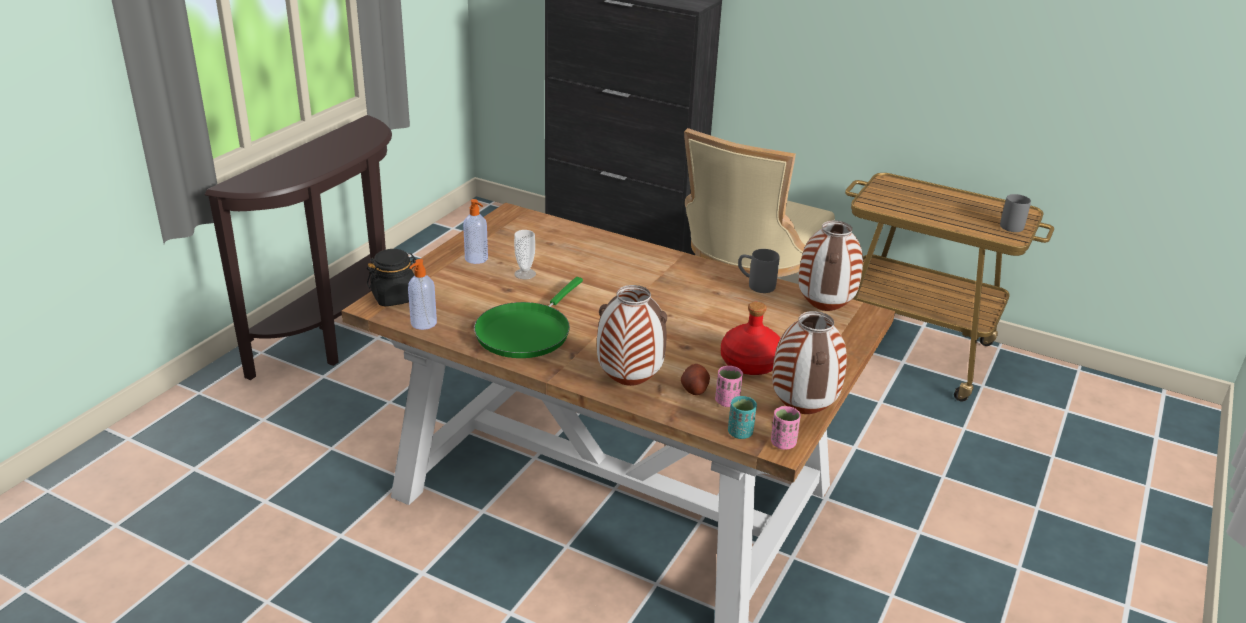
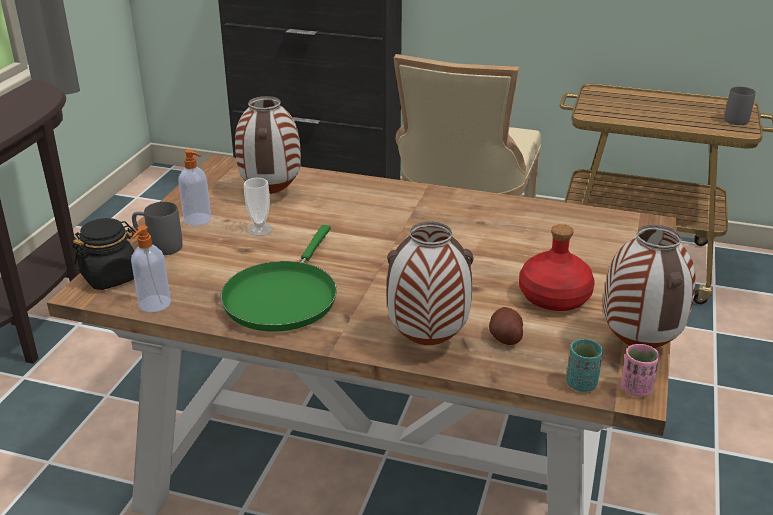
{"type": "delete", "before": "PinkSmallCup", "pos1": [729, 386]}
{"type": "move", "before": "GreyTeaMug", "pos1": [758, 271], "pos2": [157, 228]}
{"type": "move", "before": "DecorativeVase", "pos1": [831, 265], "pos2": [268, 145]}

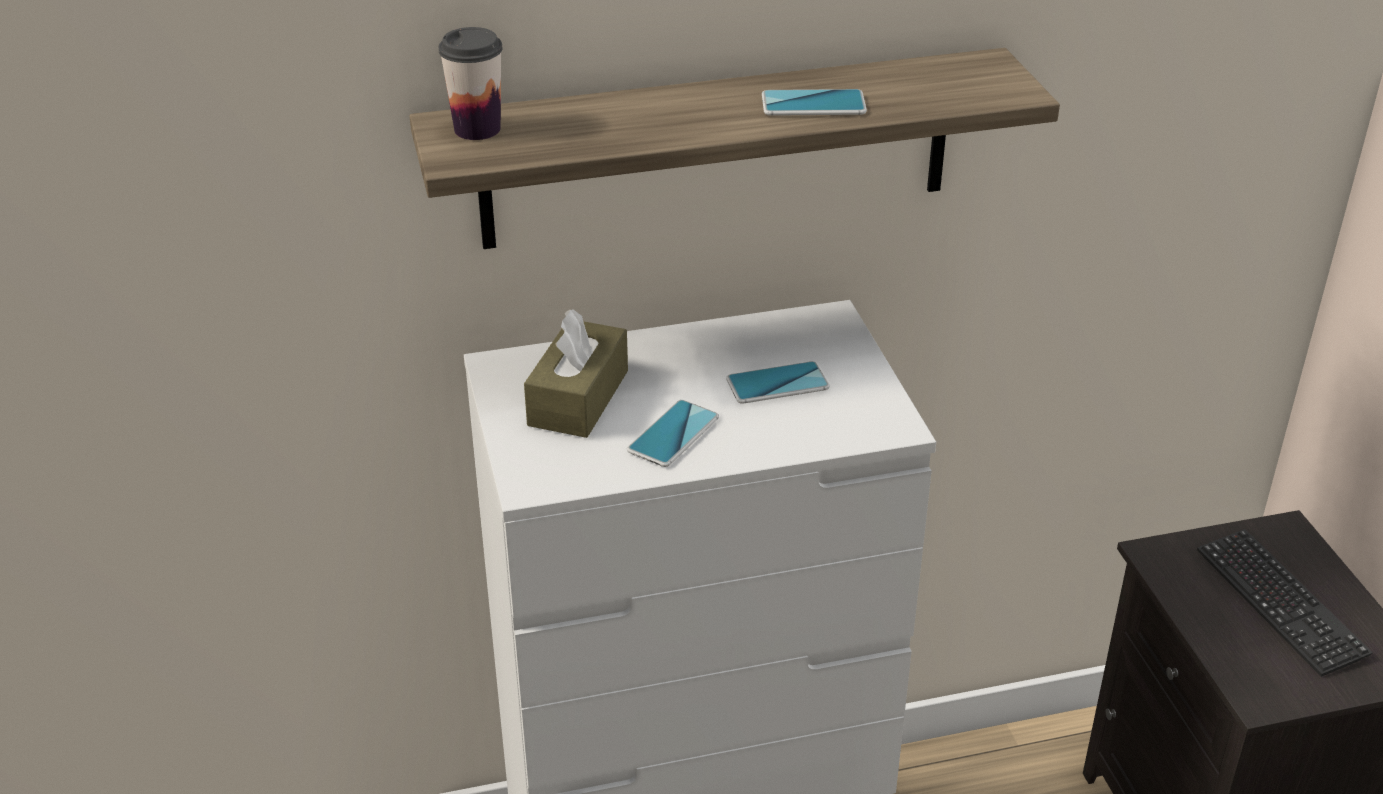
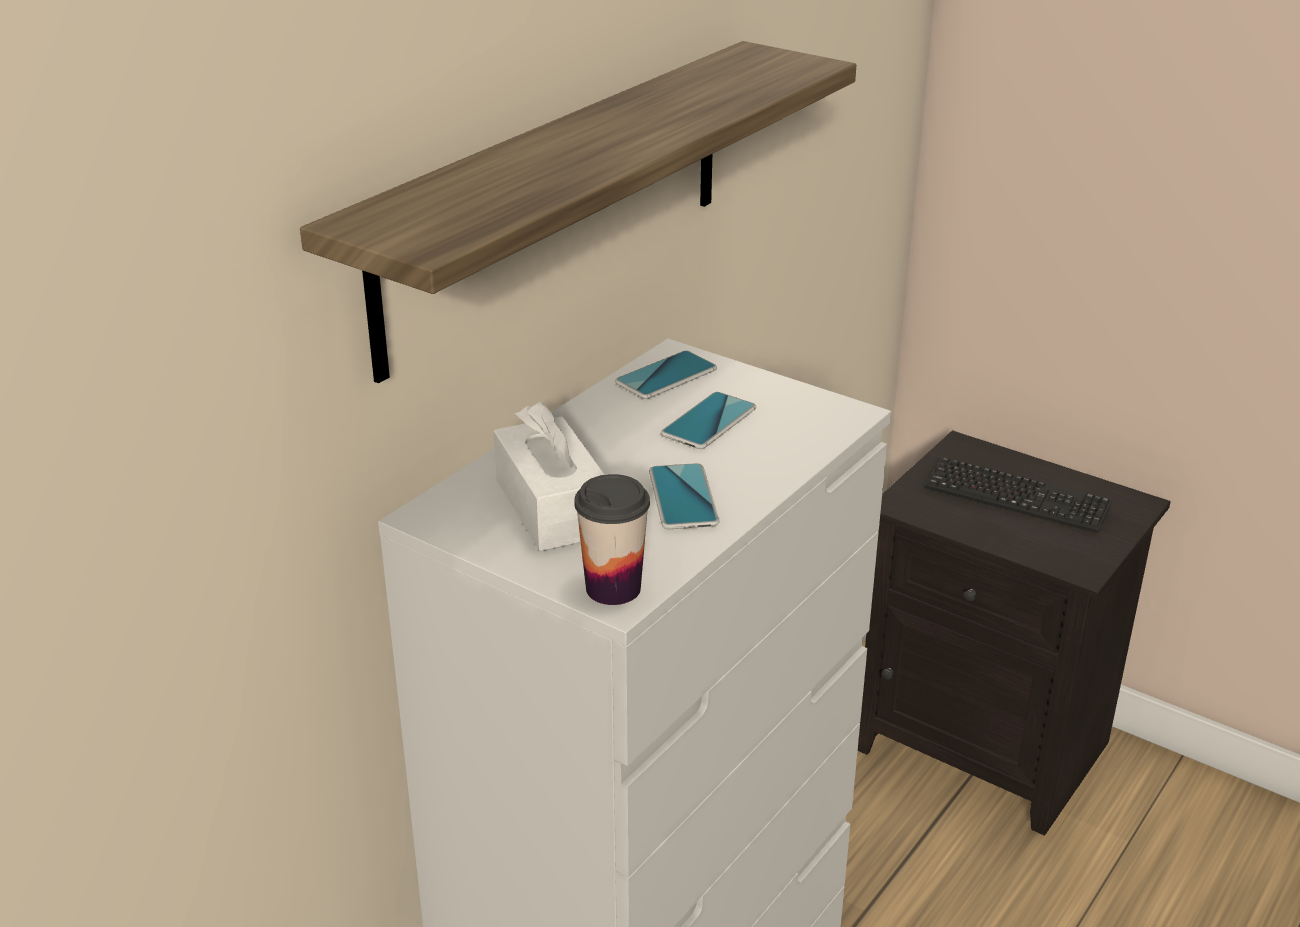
{"type": "move", "before": "SmallCup", "pos1": [471, 83], "pos2": [612, 539]}
{"type": "move", "before": "Phone", "pos1": [814, 102], "pos2": [666, 375]}
{"type": "recolor", "before": "BrownishTissueHolder", "after": "WhiteTissueHolder", "pos1": [576, 373], "pos2": [549, 476]}

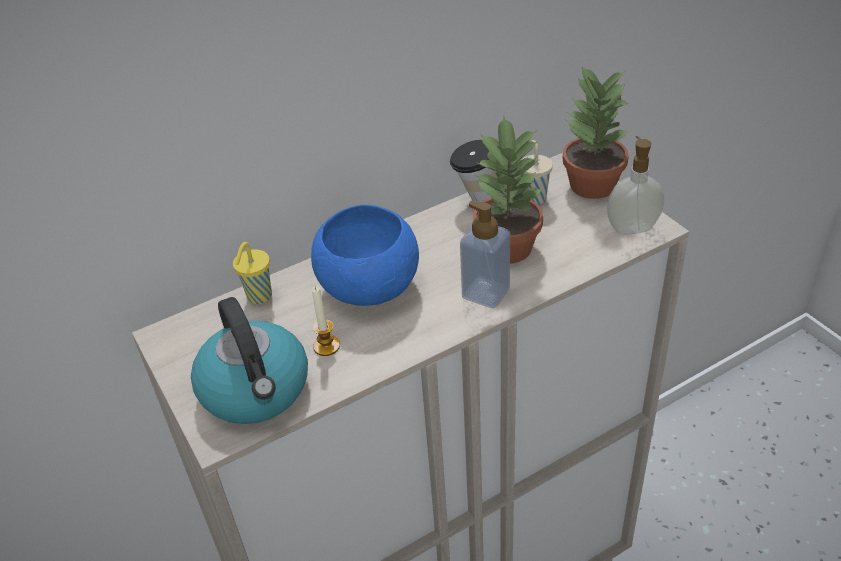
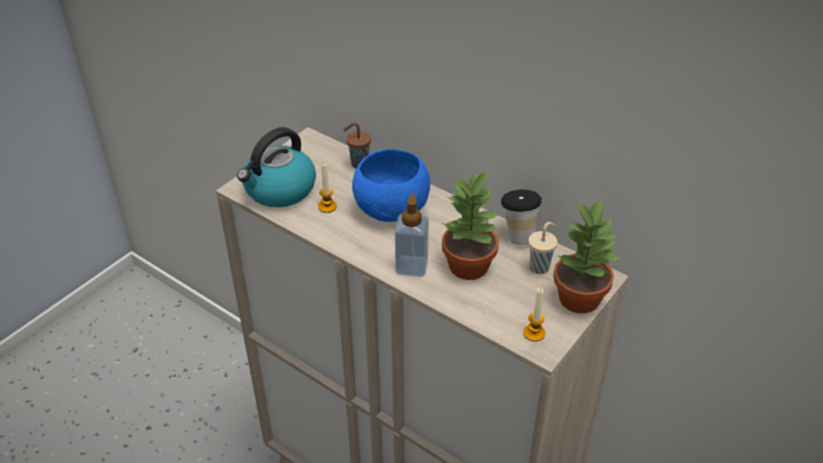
{"type": "replace", "before": "SoapDispenser", "after": "WaxLight", "pos1": [635, 185], "pos2": [534, 315]}
{"type": "recolor", "before": "YellowColouredSmallCup", "after": "BrownishSmallCup", "pos1": [252, 273], "pos2": [357, 146]}

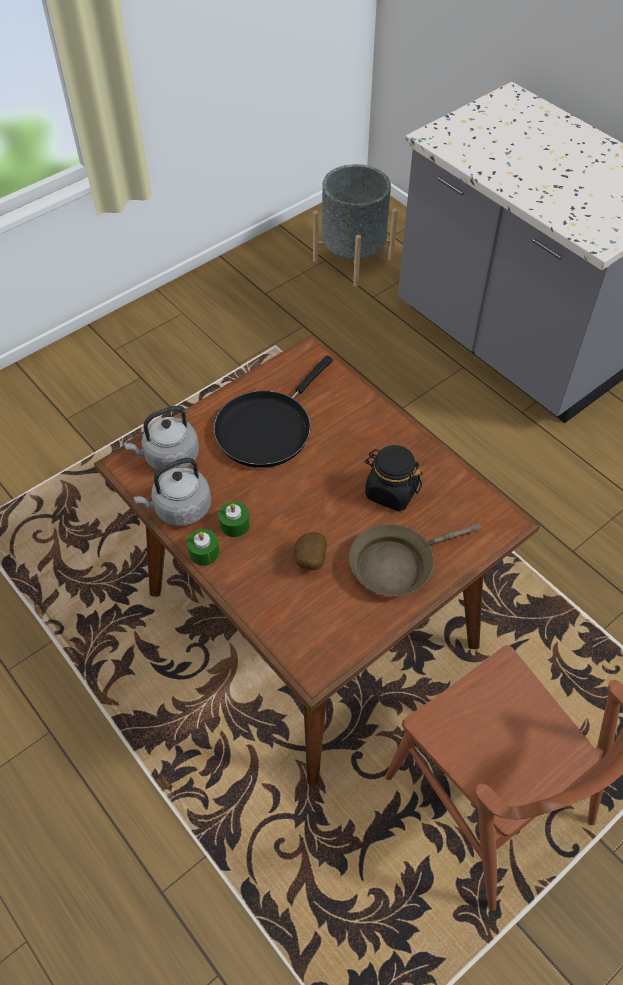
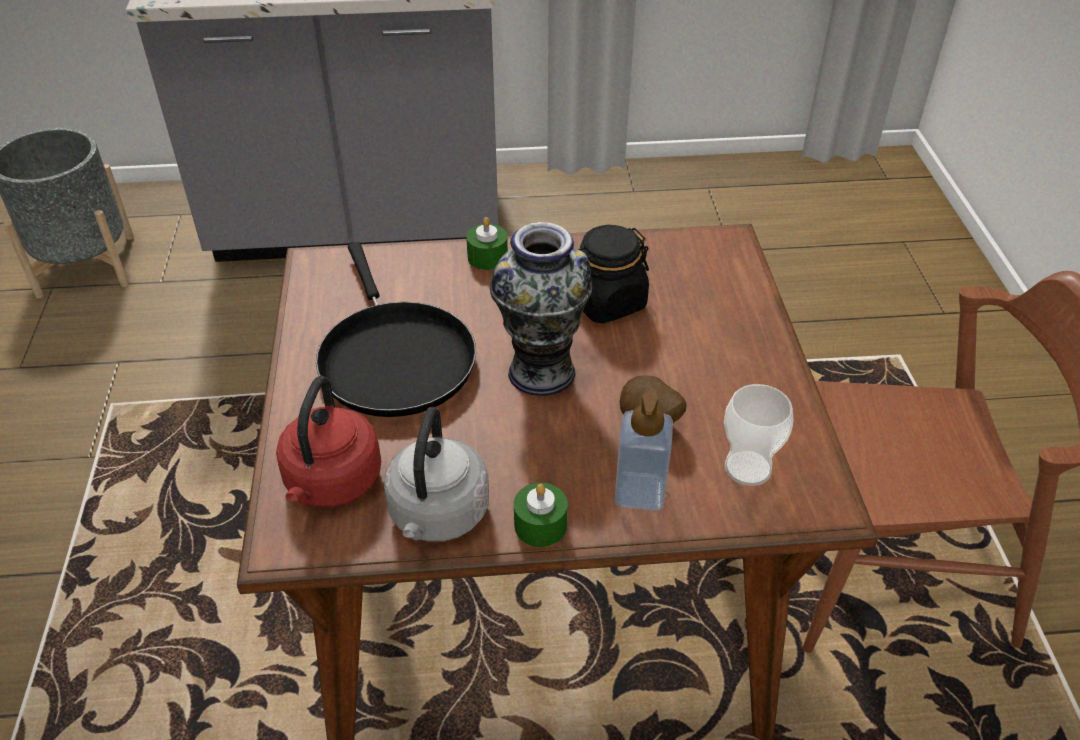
{"type": "delete", "before": "BrownishPan", "pos1": [415, 559]}
{"type": "insert", "after": "DecorativeVase", "pos2": [541, 309]}
{"type": "insert", "after": "SoapDispenser", "pos2": [644, 451]}
{"type": "insert", "after": "SmallCup", "pos2": [758, 435]}
{"type": "move", "before": "GreenishWaxLight", "pos1": [234, 519], "pos2": [487, 243]}
{"type": "recolor", "before": "GreyWaterKettle", "after": "ReddishWaterKettle", "pos1": [161, 439], "pos2": [328, 441]}

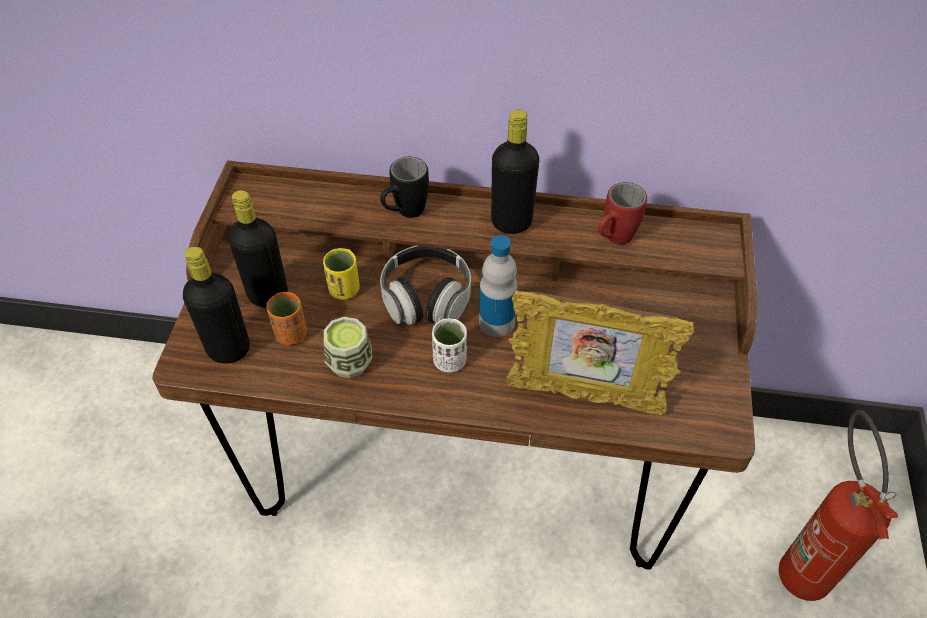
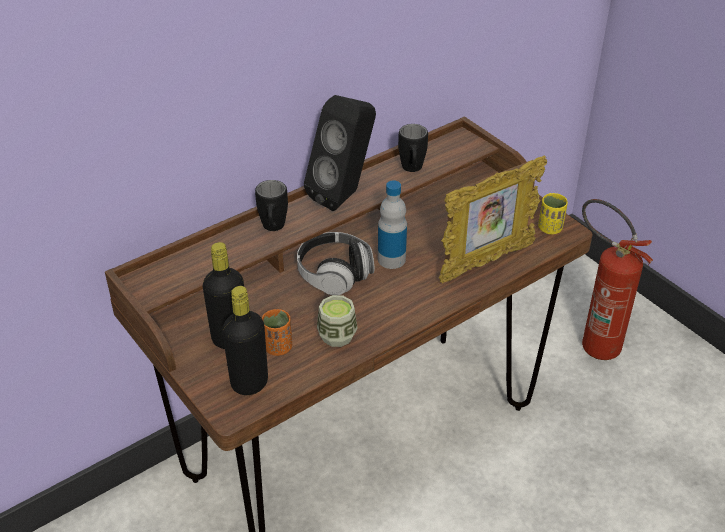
{"type": "delete", "before": "WhiteSmallCup", "pos1": [449, 345]}
{"type": "move", "before": "YellowColouredSmallCup", "pos1": [341, 274], "pos2": [553, 213]}
{"type": "replace", "before": "BlackBottle", "after": "BlackAudioSpeaker", "pos1": [515, 172], "pos2": [340, 153]}
{"type": "recolor", "before": "ReddishTeaMug", "after": "BlackTeaMug", "pos1": [623, 213], "pos2": [413, 148]}

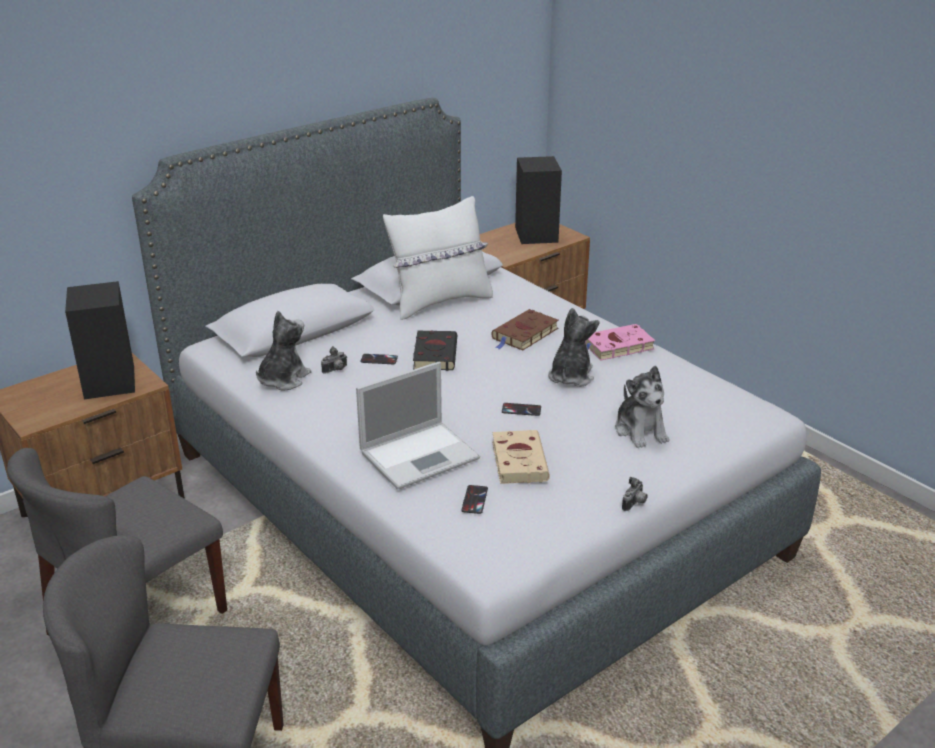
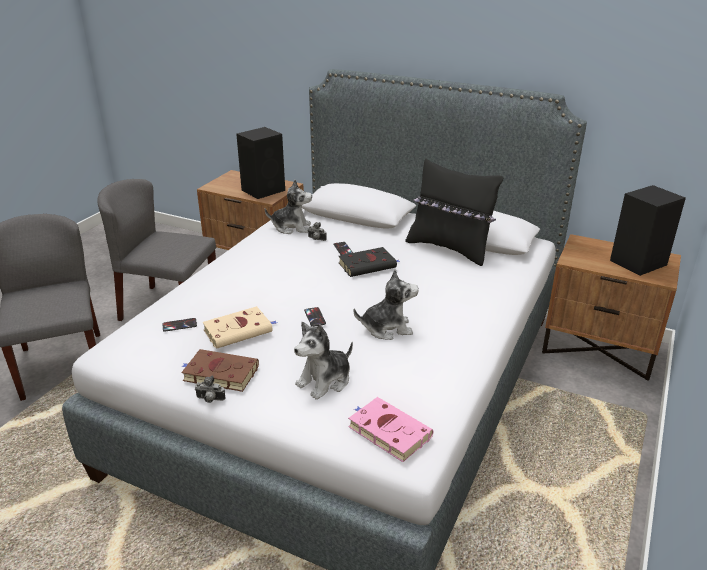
{"type": "delete", "before": "NotebookComputer", "pos1": [418, 426]}
{"type": "move", "before": "BrownishVolume", "pos1": [525, 329], "pos2": [220, 370]}
{"type": "move", "before": "PinkVolume", "pos1": [620, 342], "pos2": [390, 429]}
{"type": "recolor", "before": "WhiteThrowPillow", "after": "BlackThrowPillow", "pos1": [438, 258], "pos2": [454, 212]}

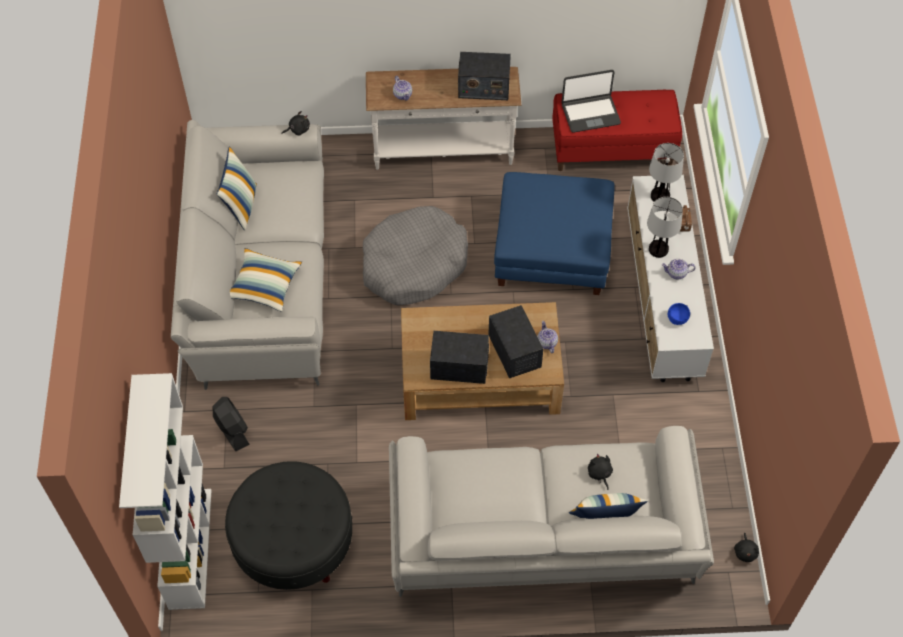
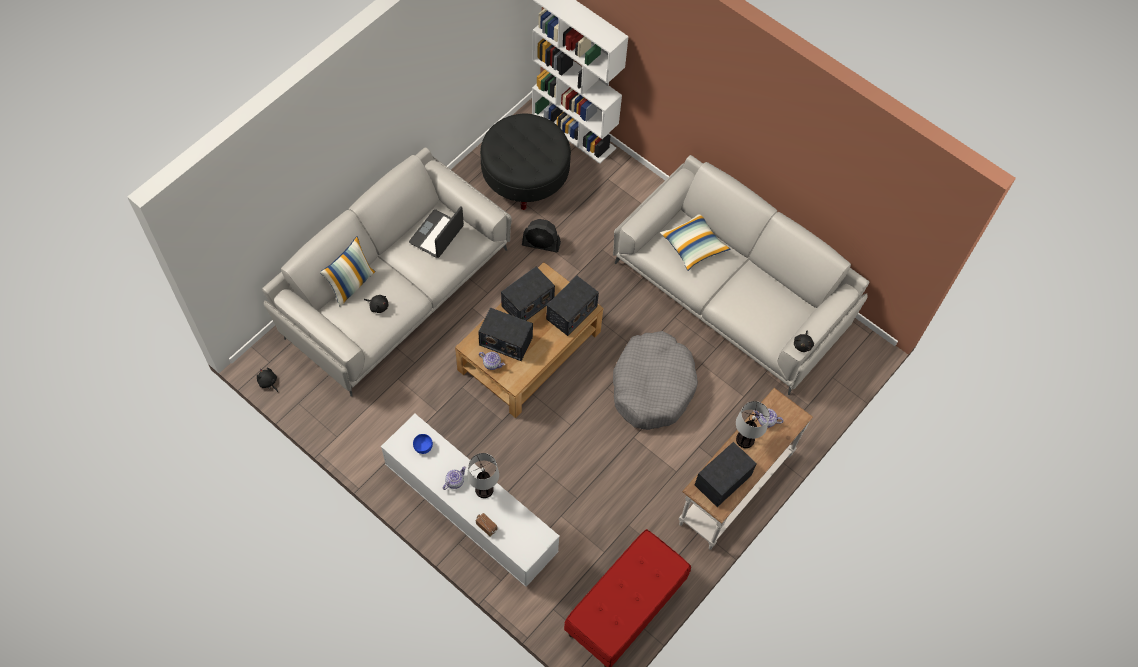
{"type": "delete", "before": "ThrowPillow", "pos1": [237, 188]}
{"type": "delete", "before": "BlueFootrest", "pos1": [554, 233]}
{"type": "insert", "after": "RadioReceiver", "pos2": [572, 305]}
{"type": "move", "before": "BlackElectricFan", "pos1": [231, 424], "pos2": [541, 235]}
{"type": "move", "before": "NotebookComputer", "pos1": [591, 101], "pos2": [436, 232]}
{"type": "move", "before": "TableLamp", "pos1": [666, 172], "pos2": [753, 424]}

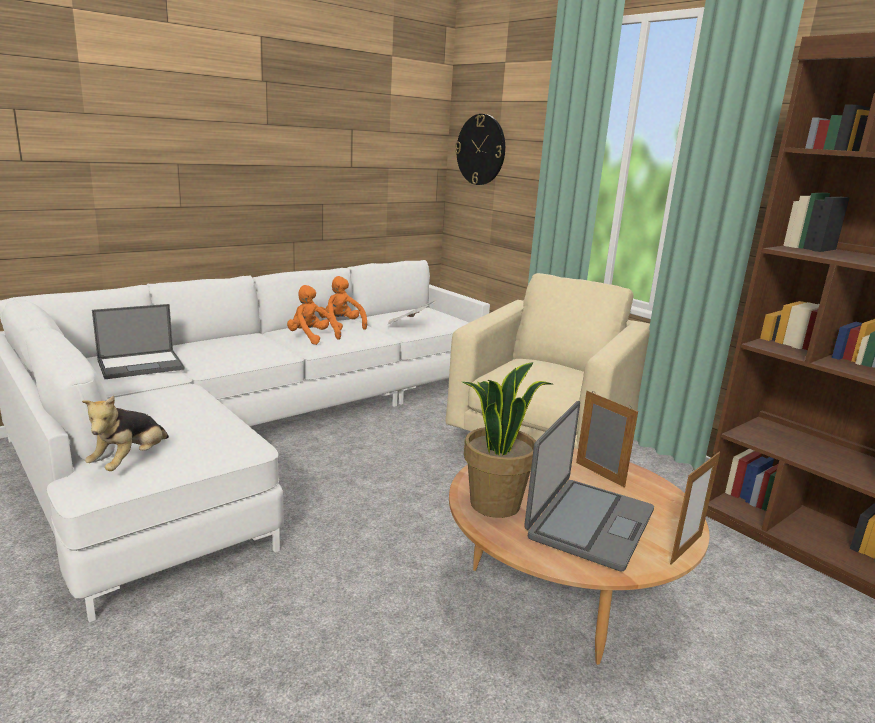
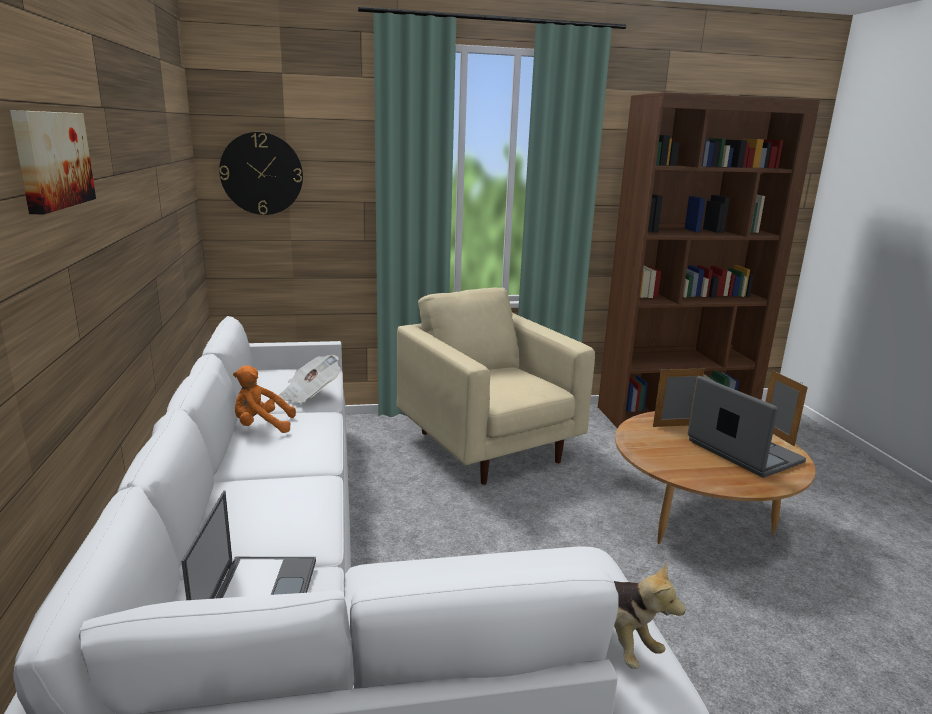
{"type": "delete", "before": "OrangeyPlushToy", "pos1": [314, 315]}
{"type": "delete", "before": "PlantInAPot", "pos1": [507, 440]}
{"type": "insert", "after": "Picture", "pos2": [53, 162]}

